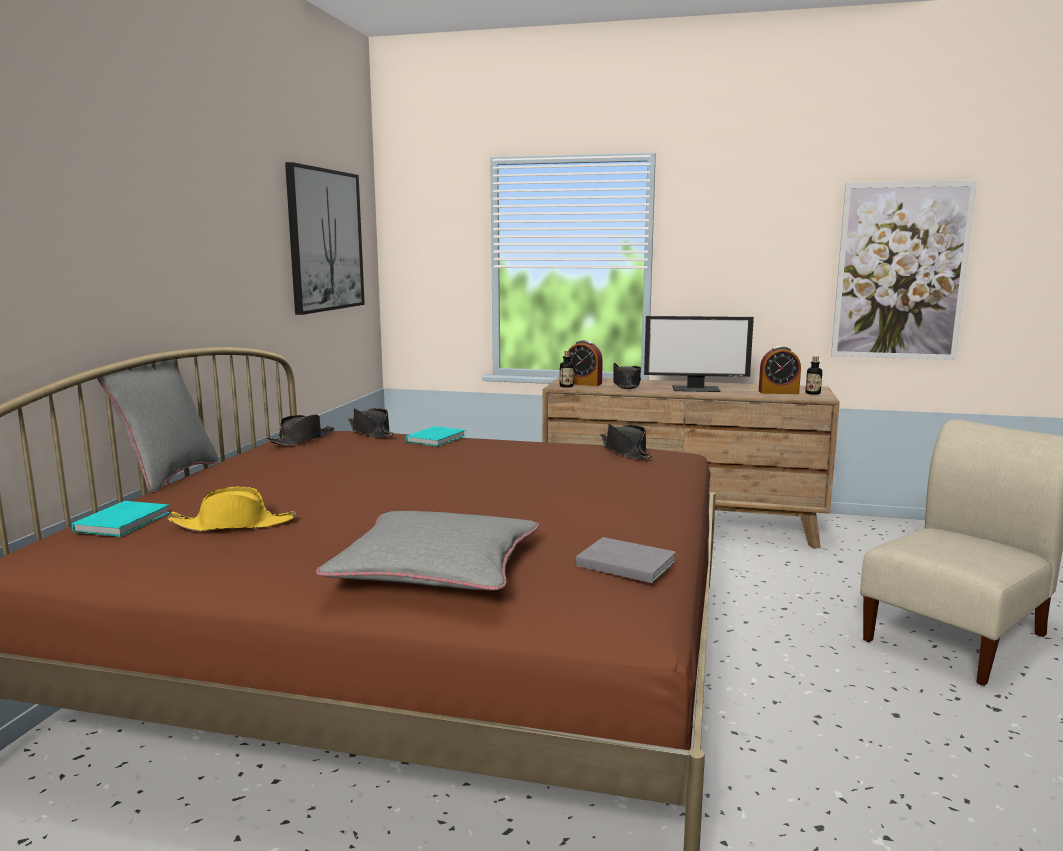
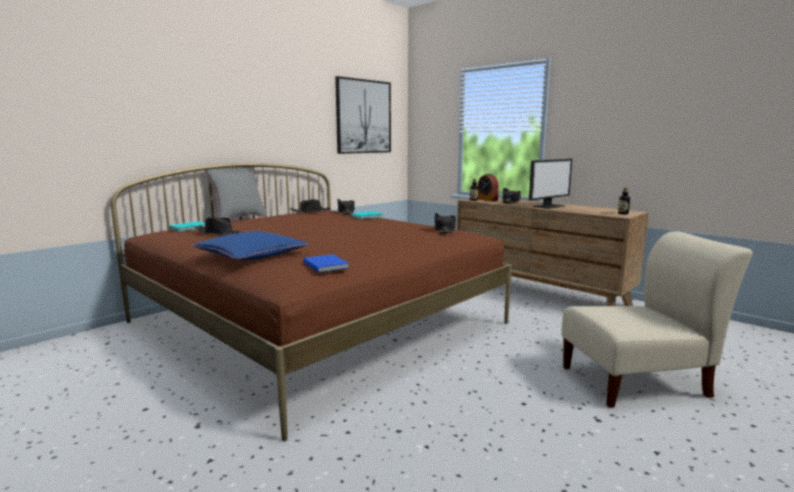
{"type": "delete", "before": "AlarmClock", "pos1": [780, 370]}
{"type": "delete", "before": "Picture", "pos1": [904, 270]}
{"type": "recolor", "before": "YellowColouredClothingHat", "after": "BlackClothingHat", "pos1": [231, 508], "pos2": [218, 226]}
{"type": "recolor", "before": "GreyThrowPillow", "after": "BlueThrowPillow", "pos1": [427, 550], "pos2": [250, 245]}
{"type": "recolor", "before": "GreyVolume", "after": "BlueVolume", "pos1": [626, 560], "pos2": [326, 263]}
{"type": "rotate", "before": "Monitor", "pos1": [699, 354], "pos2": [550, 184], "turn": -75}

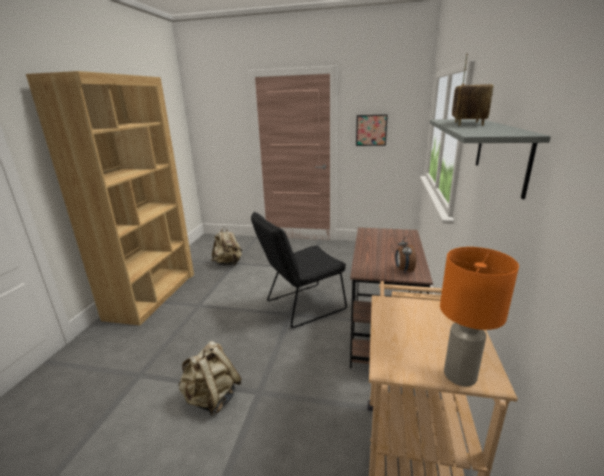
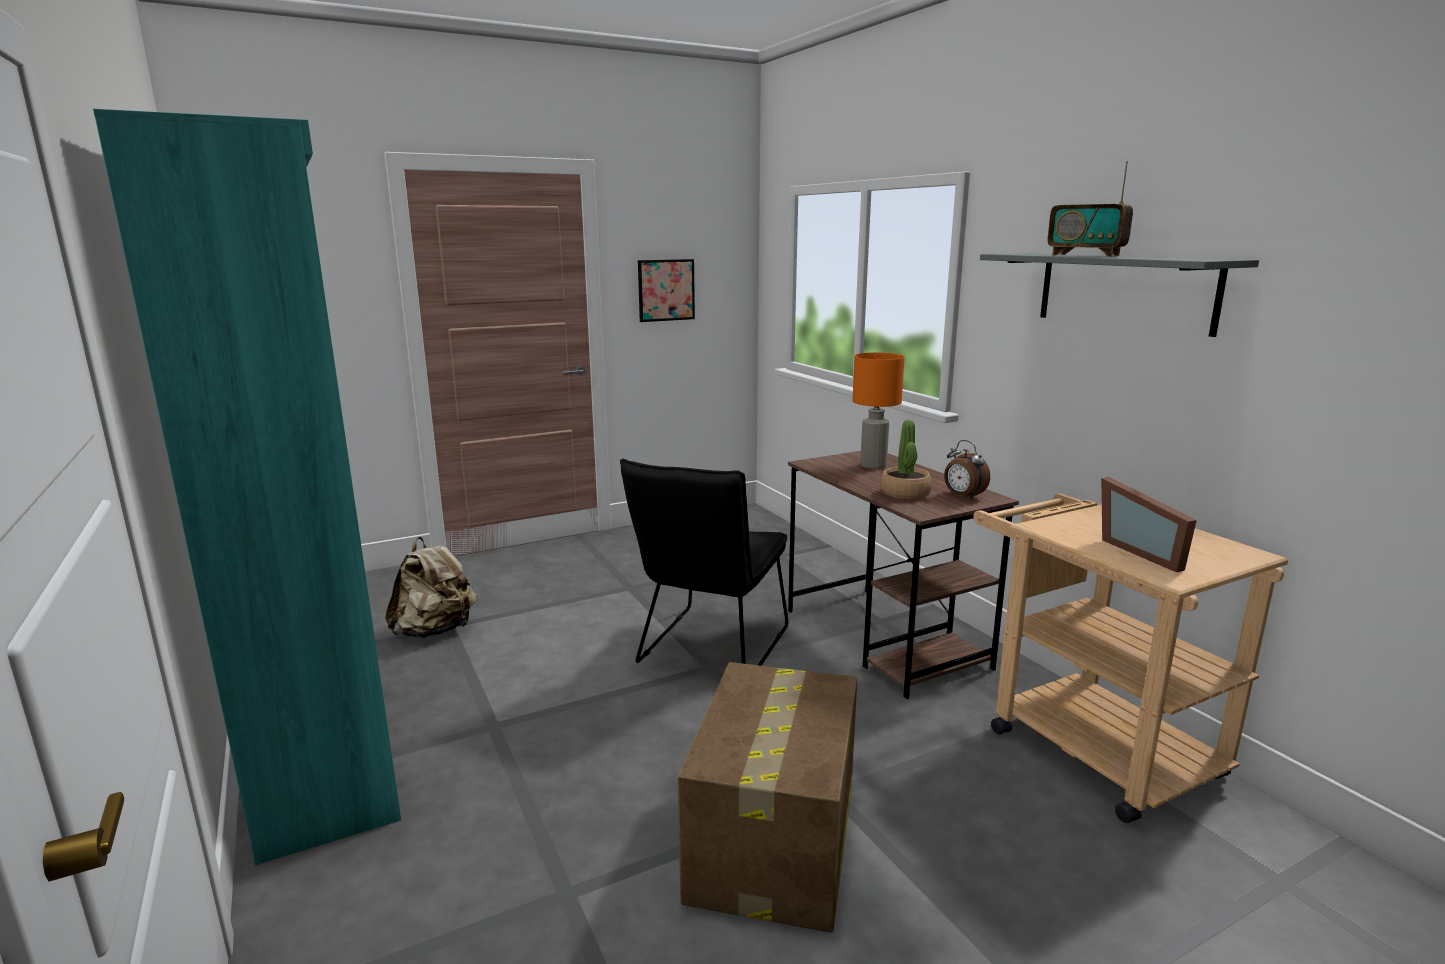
{"type": "insert", "after": "PlantInAPot", "pos2": [906, 460]}
{"type": "insert", "after": "StandingFrame", "pos2": [1149, 524]}
{"type": "move", "before": "OrangeyTableLamp", "pos1": [479, 317], "pos2": [879, 410]}
{"type": "replace", "before": "BeigeColouredBackpack", "after": "PackingBox", "pos1": [210, 378], "pos2": [767, 797]}
{"type": "recolor", "before": "BrownishShelvingUnit", "after": "BlueGreenShelvingUnit", "pos1": [110, 198], "pos2": [247, 487]}
{"type": "rotate", "before": "RadioReceiver", "pos1": [472, 90], "pos2": [1090, 208], "turn": 150}

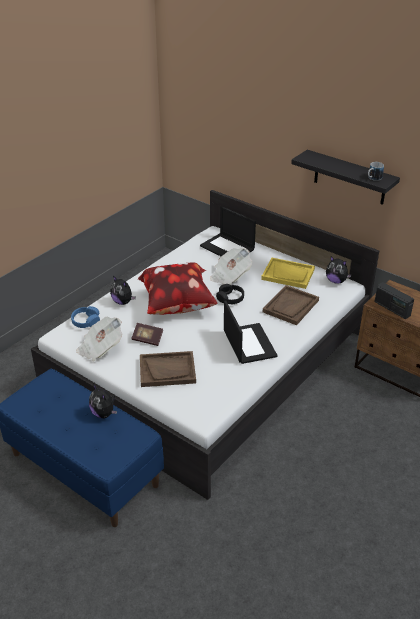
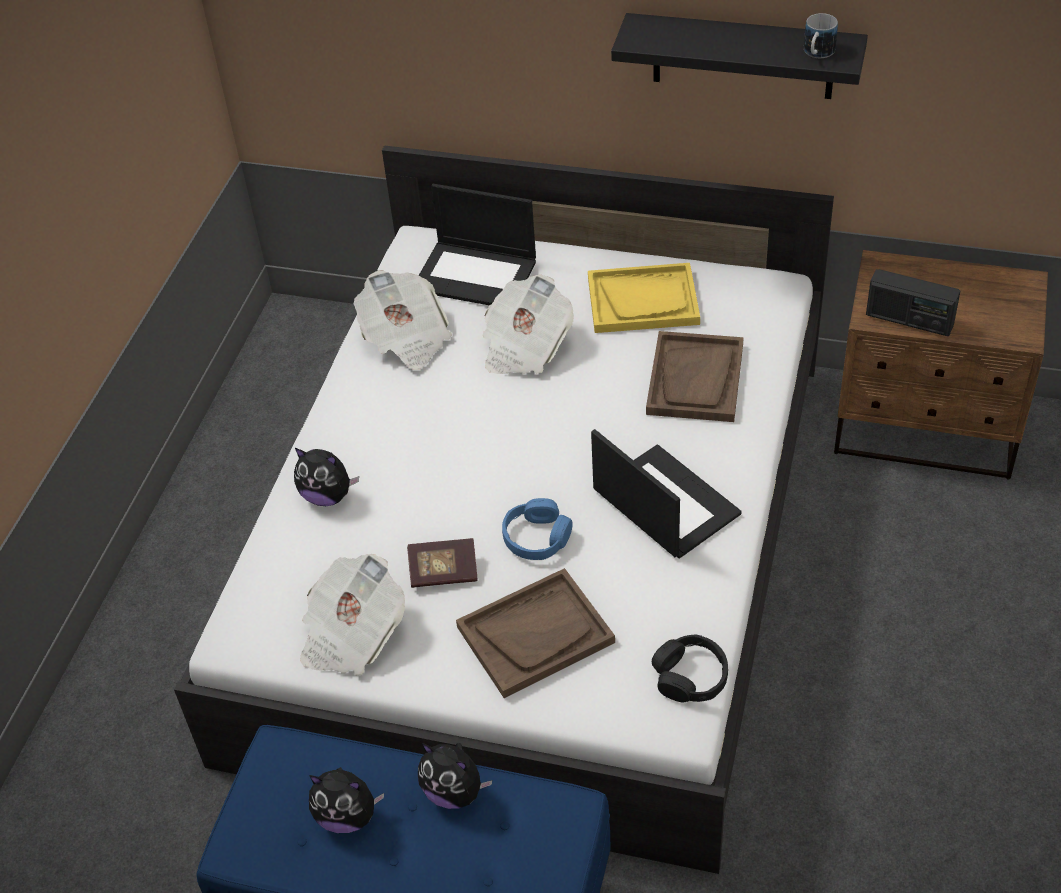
{"type": "delete", "before": "ThrowPillow", "pos1": [178, 289]}
{"type": "insert", "after": "DailyPaper", "pos2": [403, 320]}
{"type": "move", "before": "BlueHeadset", "pos1": [85, 317], "pos2": [537, 529]}
{"type": "move", "before": "BlackHeadset", "pos1": [230, 294], "pos2": [690, 668]}
{"type": "move", "before": "PlushToy", "pos1": [339, 270], "pos2": [346, 800]}

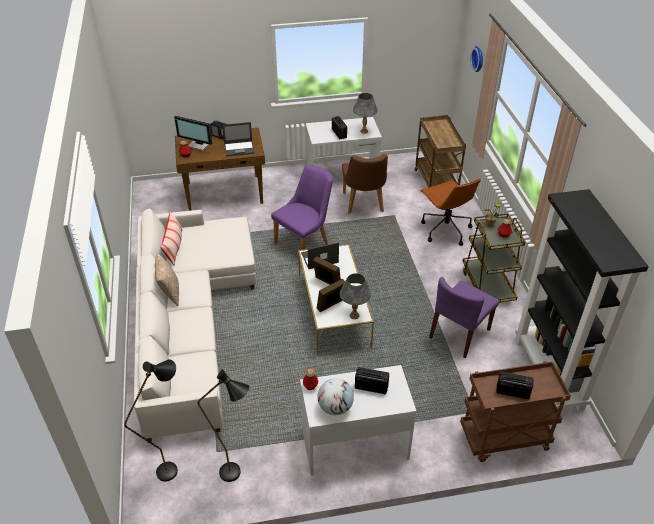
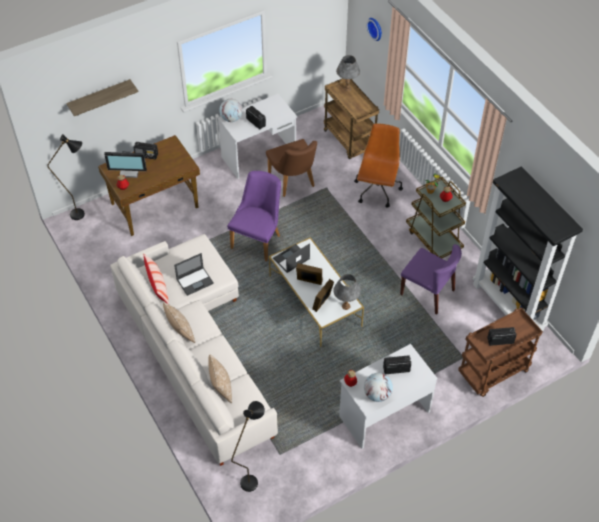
{"type": "insert", "after": "BracketShelf", "pos2": [102, 97]}
{"type": "insert", "after": "ThrowPillow", "pos2": [220, 379]}
{"type": "insert", "after": "Globe", "pos2": [231, 110]}
{"type": "move", "before": "BlackStandingLamp", "pos1": [224, 425], "pos2": [66, 177]}
{"type": "move", "before": "NotebookComputer", "pos1": [238, 139], "pos2": [194, 274]}
{"type": "move", "before": "GreyTableLamp", "pos1": [365, 113], "pos2": [348, 73]}
{"type": "rotate", "before": "BrownishDeskChair", "pos1": [450, 212], "pos2": [378, 165], "turn": -120}
{"type": "rotate", "before": "PurplePlainChair", "pos1": [464, 317], "pos2": [431, 279], "turn": -75}

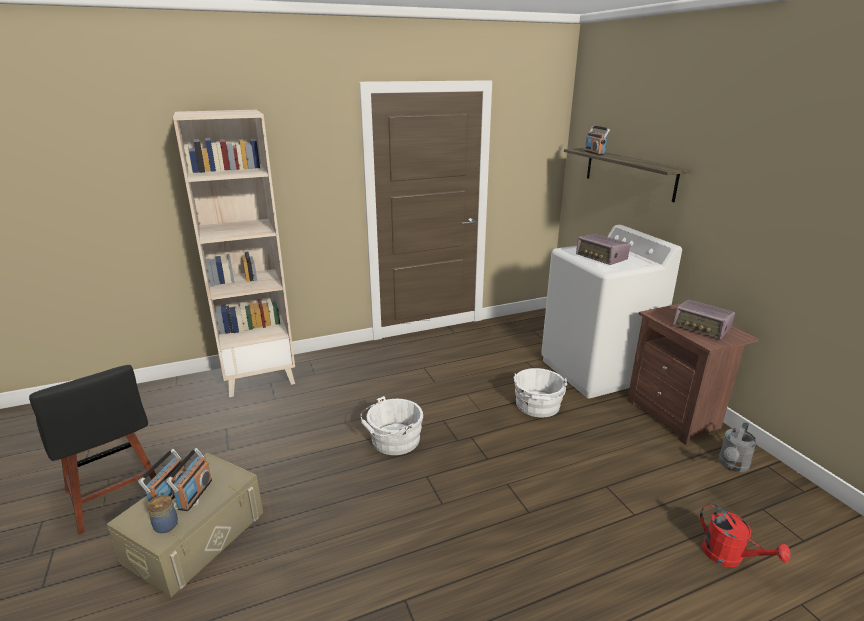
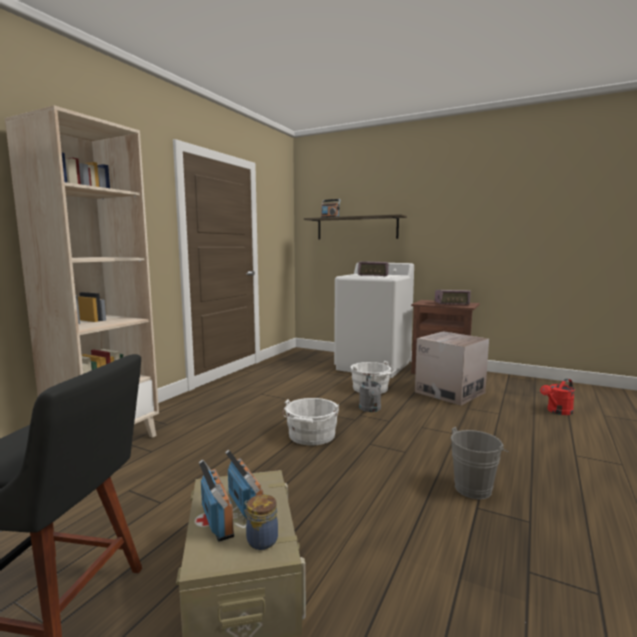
{"type": "insert", "after": "PackingBox", "pos2": [452, 368]}
{"type": "insert", "after": "GreyBucket", "pos2": [479, 463]}
{"type": "move", "before": "GreyWateringCan", "pos1": [737, 447], "pos2": [370, 393]}
{"type": "rotate", "before": "ReddishWateringCan", "pos1": [745, 535], "pos2": [557, 397], "turn": 135}

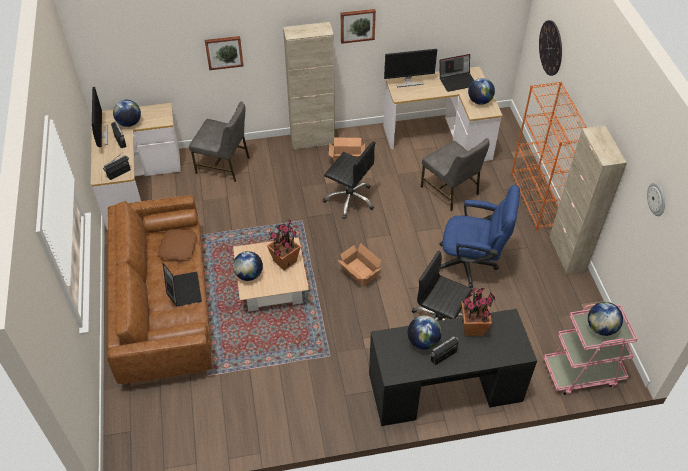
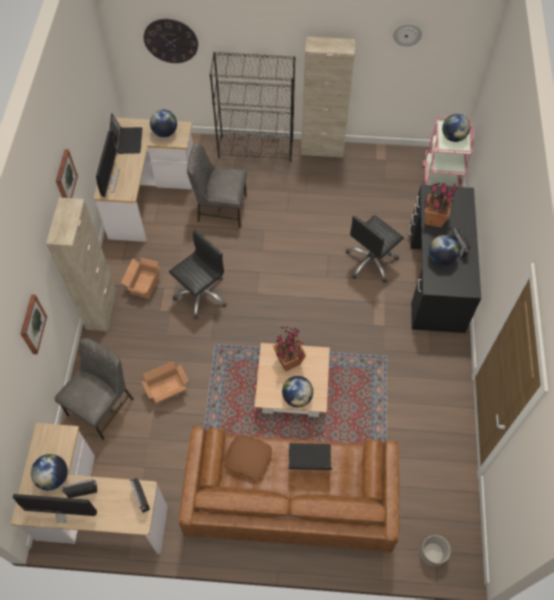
{"type": "delete", "before": "BlueDeskChair", "pos1": [479, 236]}
{"type": "insert", "after": "FlowerPot", "pos2": [435, 551]}
{"type": "move", "before": "PackingBox", "pos1": [359, 265], "pos2": [165, 382]}
{"type": "recolor", "before": "OrangeyShelvingUnit", "after": "BlackShelvingUnit", "pos1": [549, 156], "pos2": [253, 107]}
{"type": "rotate", "before": "GreyPlainChair", "pos1": [455, 174], "pos2": [217, 185], "turn": -150}

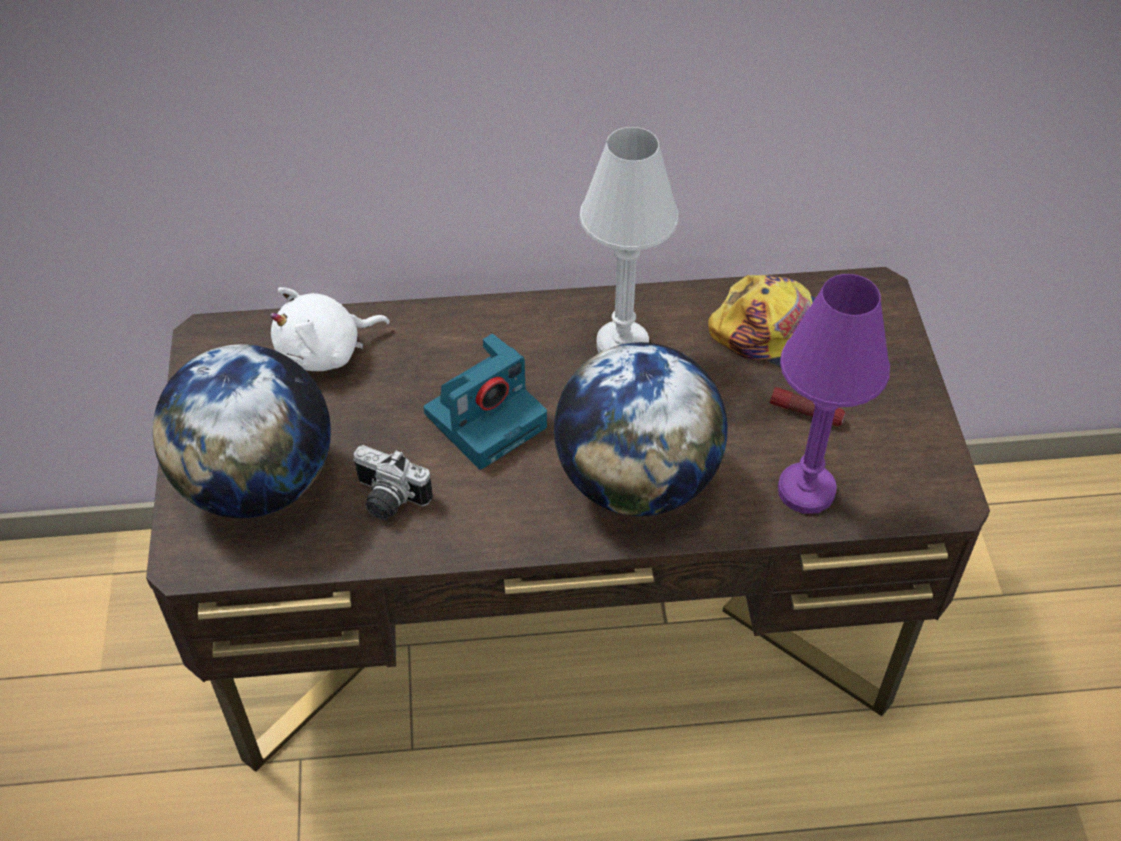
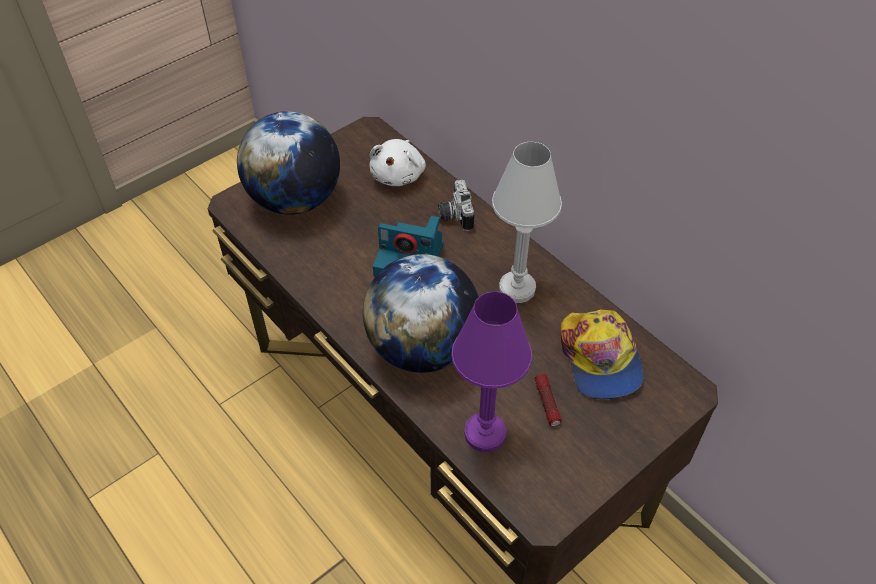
{"type": "move", "before": "PhotoCamera", "pos1": [393, 482], "pos2": [456, 205]}
{"type": "rotate", "before": "WhitePlushToy", "pos1": [330, 329], "pos2": [398, 162], "turn": -105}

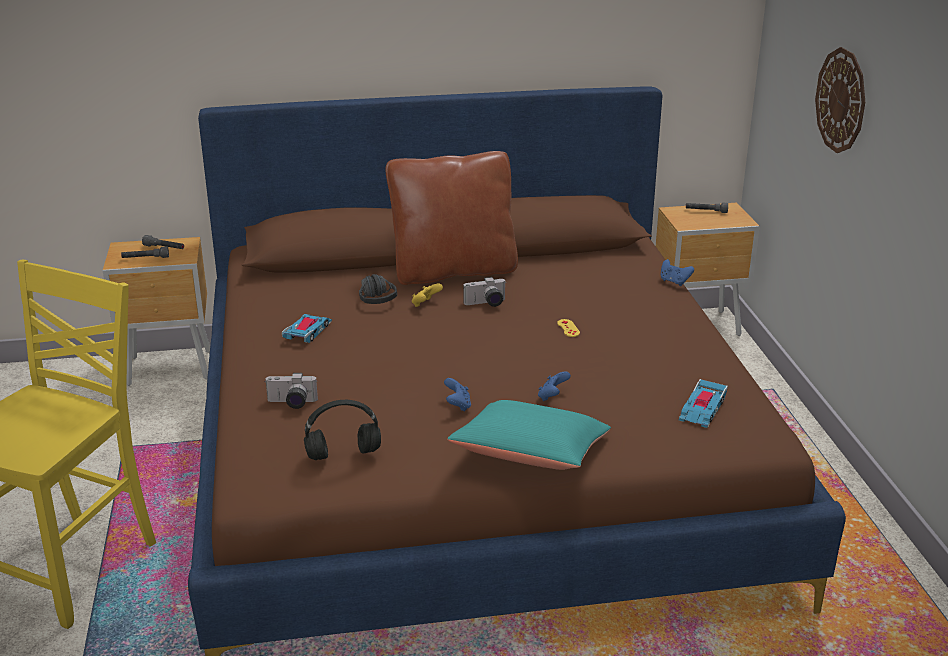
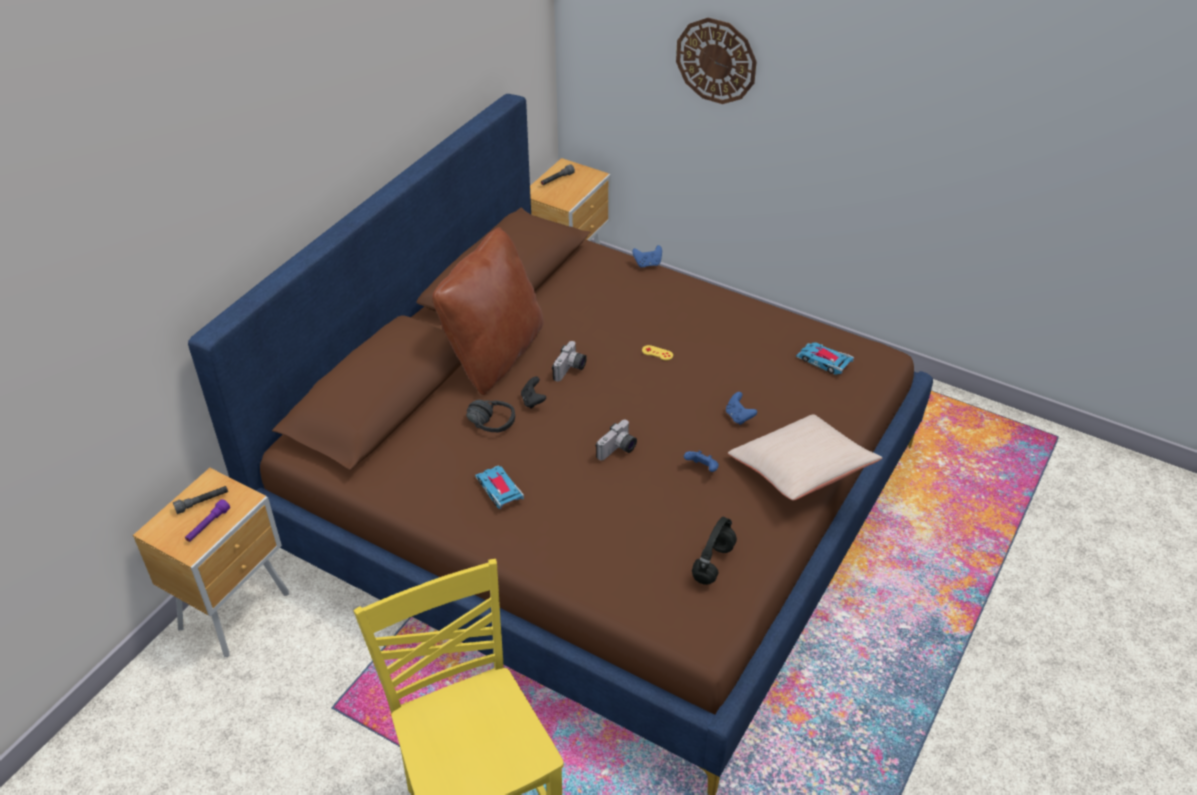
{"type": "move", "before": "PhotoCamera", "pos1": [291, 391], "pos2": [616, 440]}
{"type": "recolor", "before": "GreyTorch", "after": "PurpleTorch", "pos1": [145, 252], "pos2": [207, 520]}
{"type": "recolor", "before": "YellowColouredGamepad", "after": "BlackGamepad", "pos1": [427, 295], "pos2": [533, 392]}
{"type": "recolor", "before": "BlueGreenThrowPillow", "after": "BeigeColouredThrowPillow", "pos1": [529, 435], "pos2": [805, 457]}
{"type": "rotate", "before": "ToyCar", "pos1": [703, 403], "pos2": [825, 358], "turn": 150}

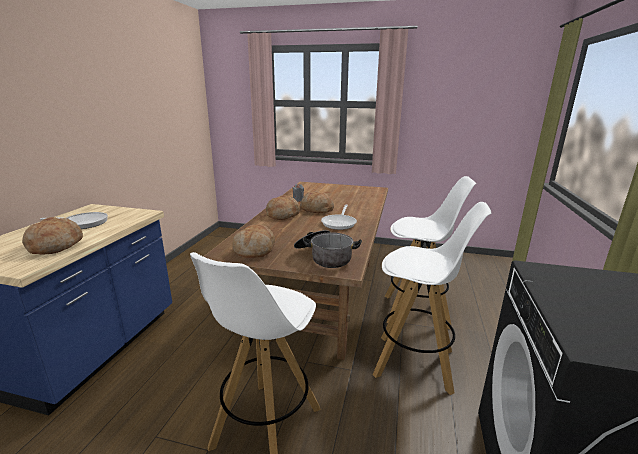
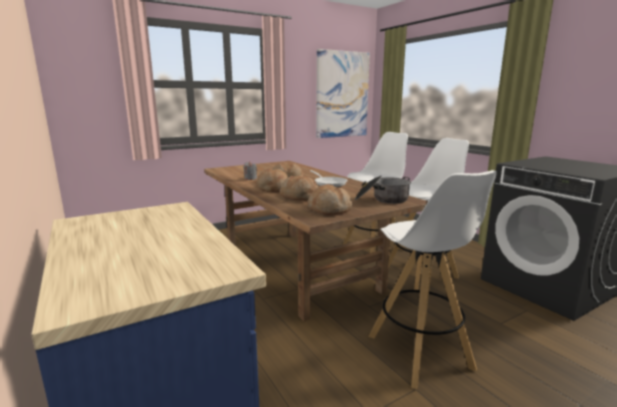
{"type": "delete", "before": "Pan", "pos1": [74, 220]}
{"type": "insert", "after": "Picture", "pos2": [343, 93]}
{"type": "move", "before": "BakedBread", "pos1": [52, 236], "pos2": [299, 188]}

